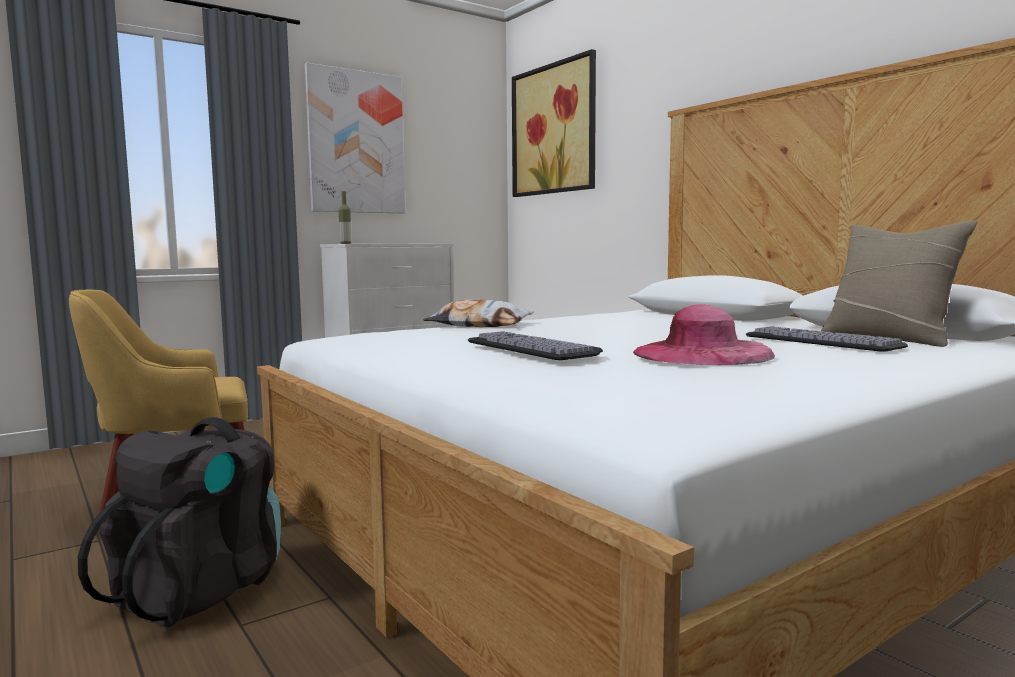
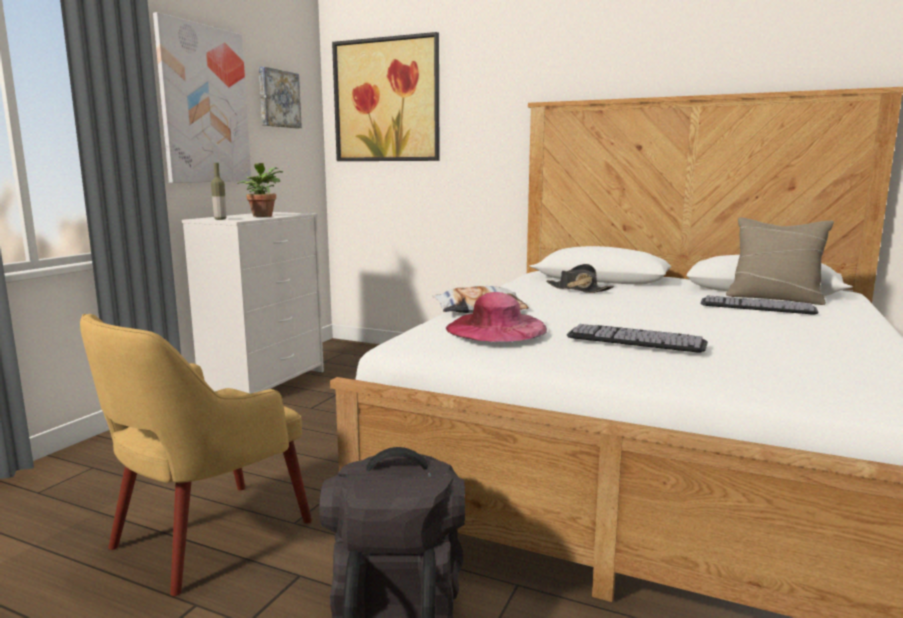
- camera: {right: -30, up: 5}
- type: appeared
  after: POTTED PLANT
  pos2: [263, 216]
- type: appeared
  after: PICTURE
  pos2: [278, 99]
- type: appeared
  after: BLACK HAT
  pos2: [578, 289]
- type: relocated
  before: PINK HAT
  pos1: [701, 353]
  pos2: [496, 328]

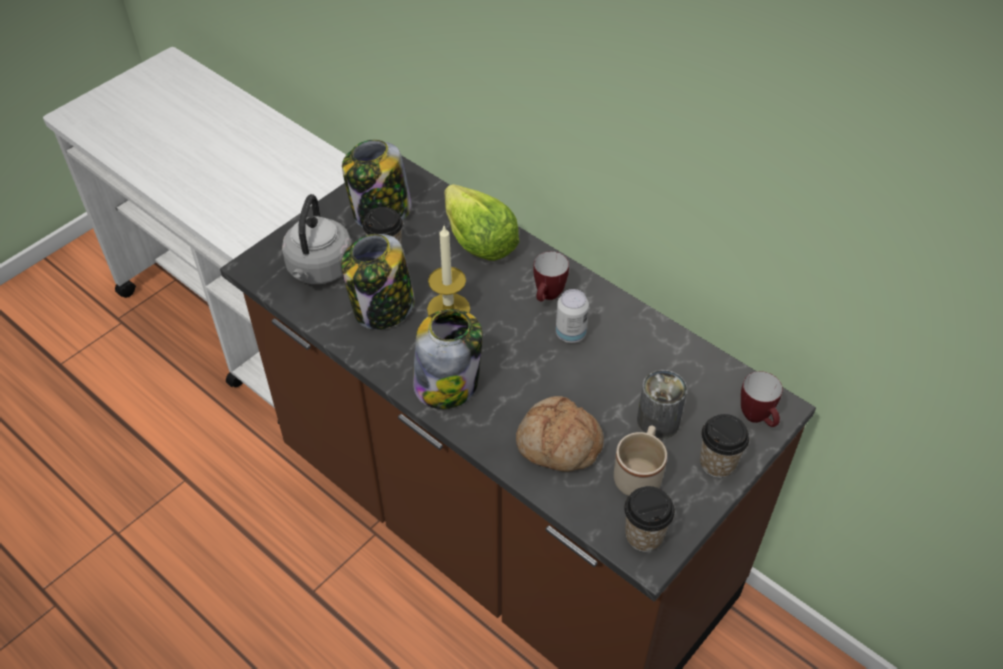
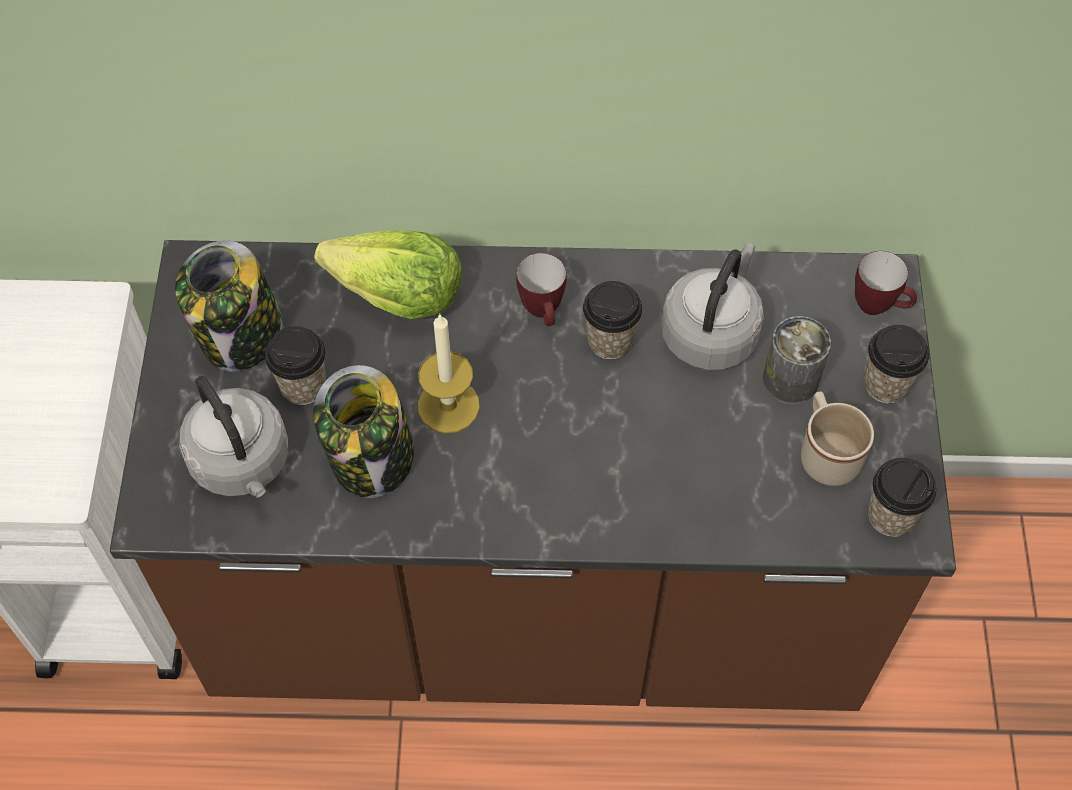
- camera: {right: -40, up: 10}
- type: missing
  before: JAR
  pos1: [447, 383]
- type: missing
  before: BREAD
  pos1: [558, 445]
- type: appeared
  after: GREY KETTLE
  pos2: [711, 332]
- type: exchanged
  before: CAN
  after: CUP
  pos1: [570, 334]
  pos2: [610, 341]

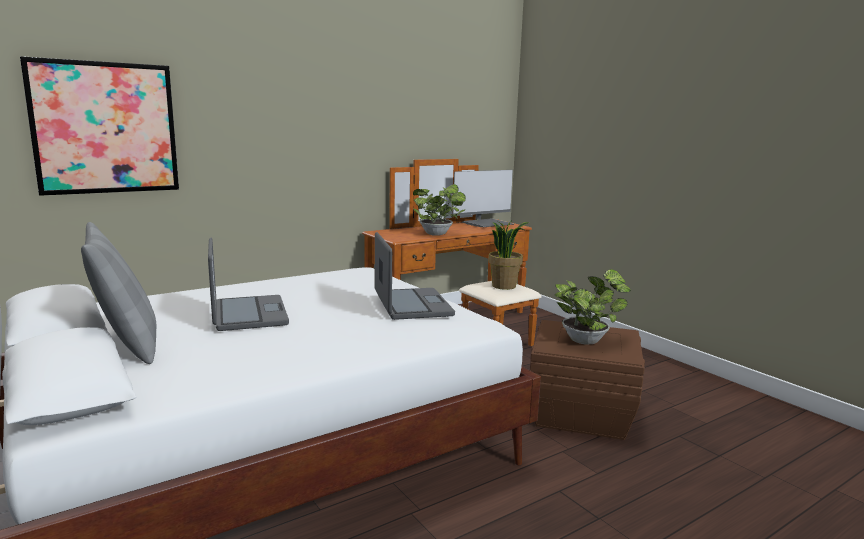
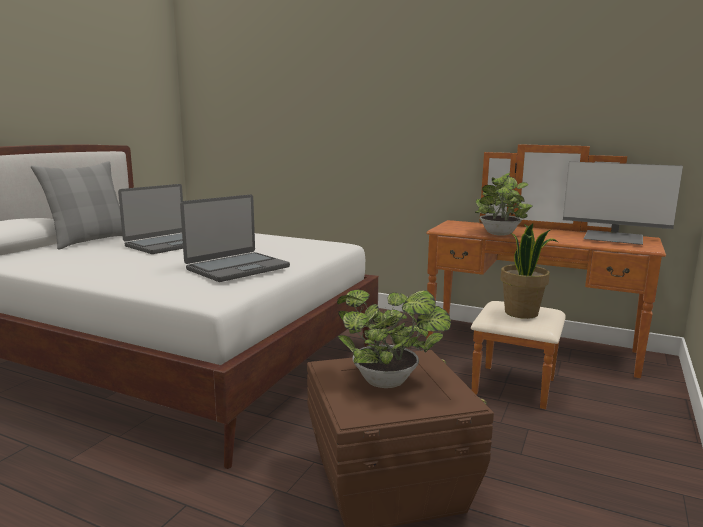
- camera: {right: 60, up: 0}
- type: missing
  before: PICTURE
  pos1: [105, 128]

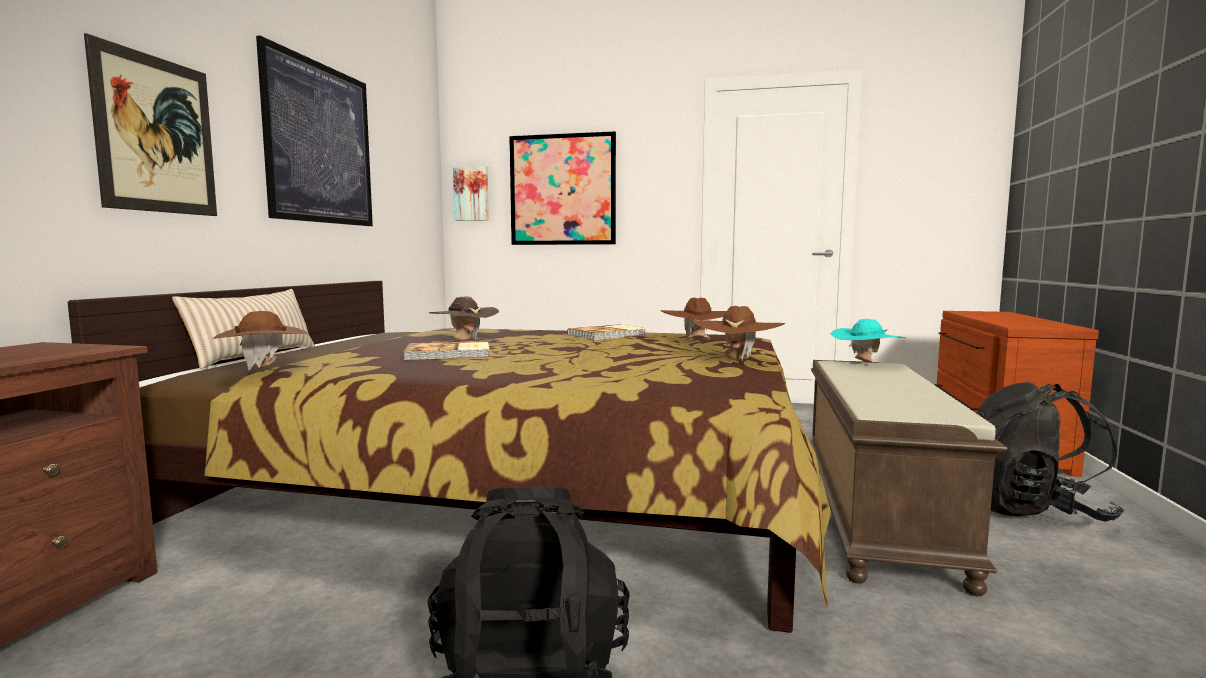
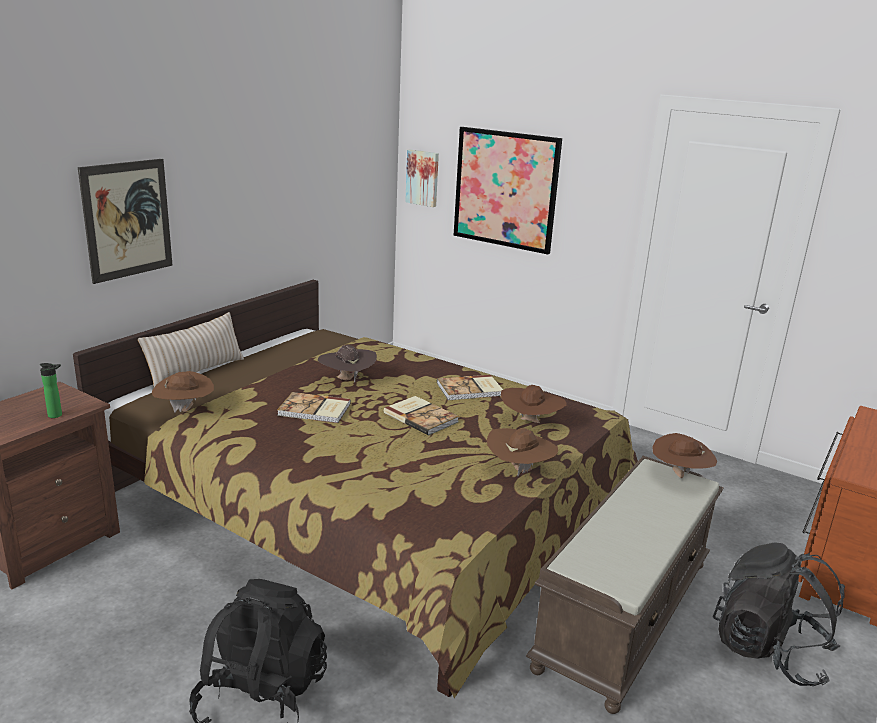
- camera: {right: 20, up: 15}
- type: missing
  before: PICTURE
  pos1: [320, 144]
- type: appeared
  after: BOTTLE
  pos2: [57, 415]
- type: appeared
  after: BOOK
  pos2: [421, 417]
- type: colour
  before: TURQUOISE HAT
  after: BROWN HAT
  pos1: [865, 363]
  pos2: [679, 476]

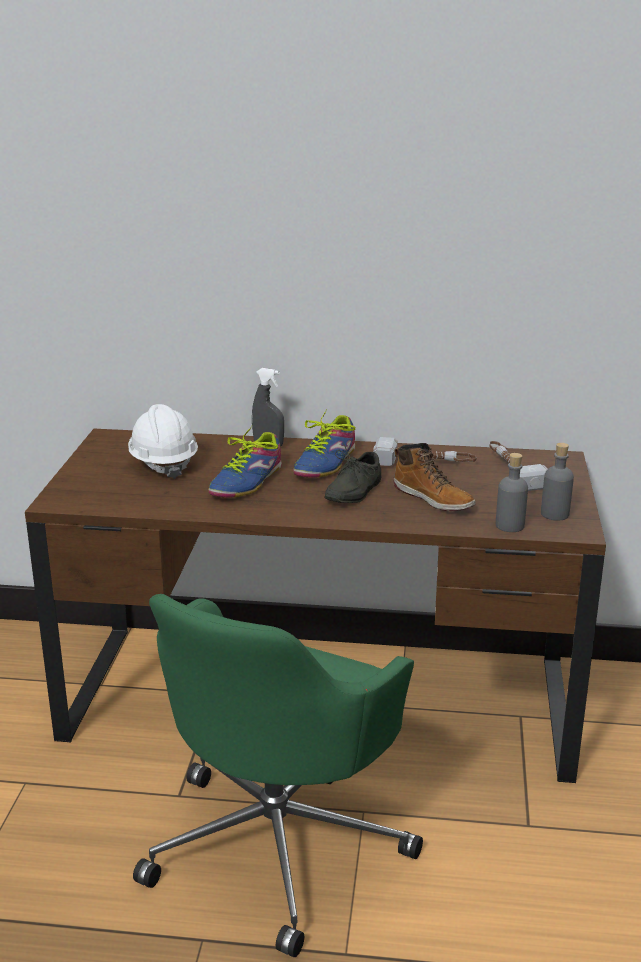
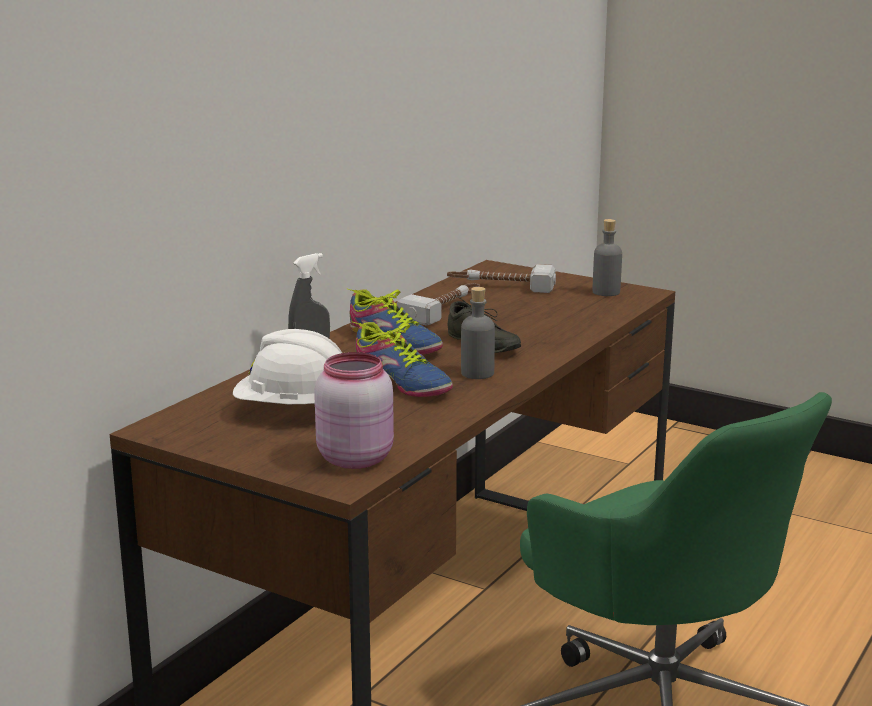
- camera: {right: -65, up: -5}
- type: missing
  before: BOOT
  pos1: [433, 498]
- type: appeared
  after: PINK JAR
  pos2: [355, 457]
- type: relocated
  before: GREY BOTTLE
  pos1: [510, 525]
  pos2: [477, 373]

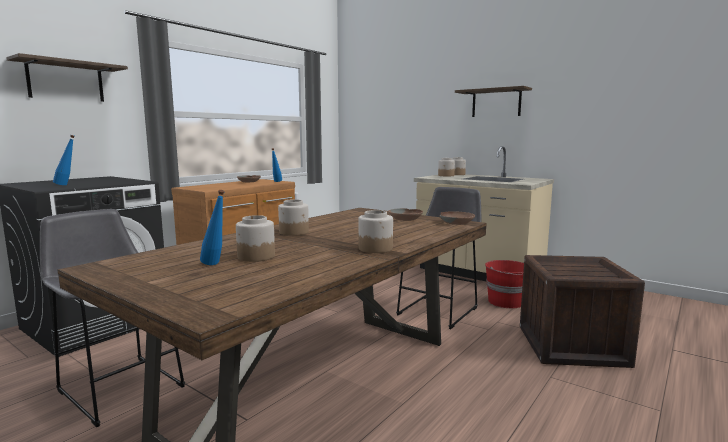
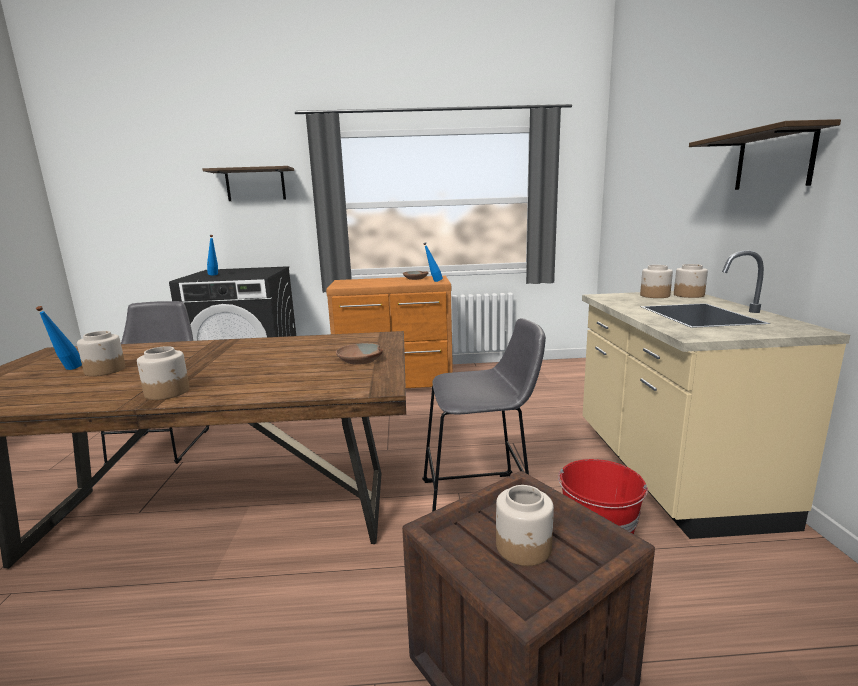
- camera: {right: 50, up: 5}
- type: missing
  before: BROWN BOWL
  pos1: [456, 222]
- type: relocated
  before: JAR
  pos1: [294, 232]
  pos2: [524, 547]

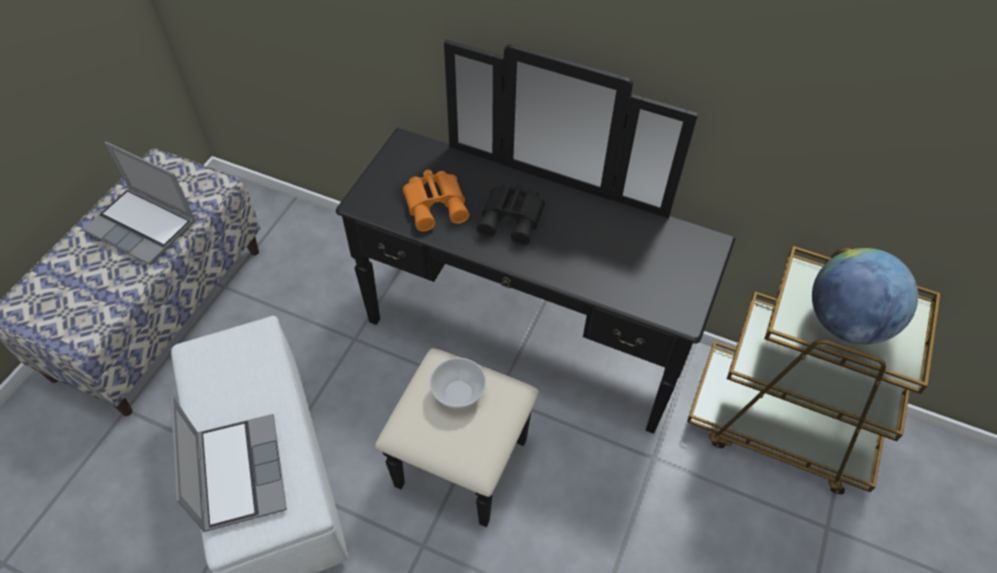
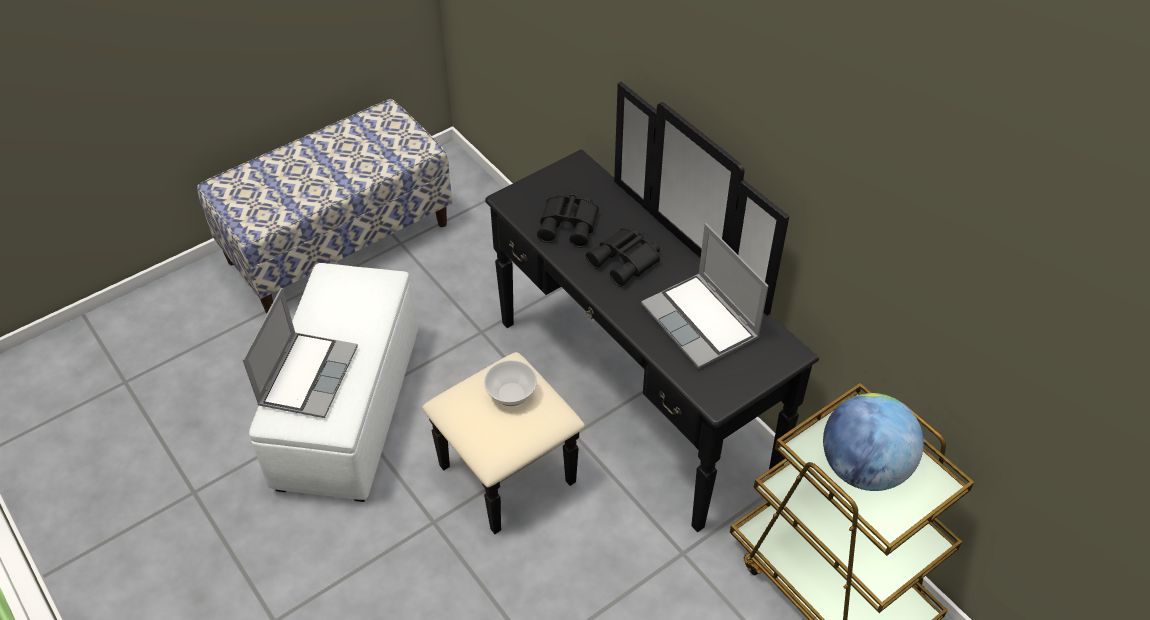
- camera: {right: 30, up: -5}
- type: relocated
  before: LAPTOP
  pos1: [144, 226]
  pos2: [702, 322]
- type: colour
  before: ORANGE BINOCULARS
  after: BLACK BINOCULARS
  pos1: [436, 204]
  pos2: [570, 224]

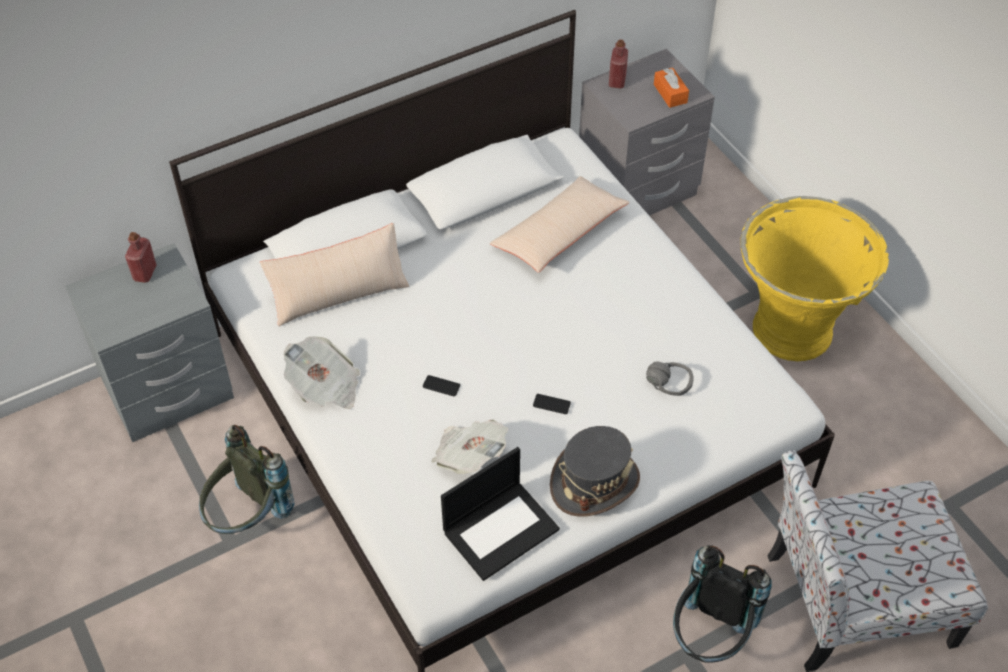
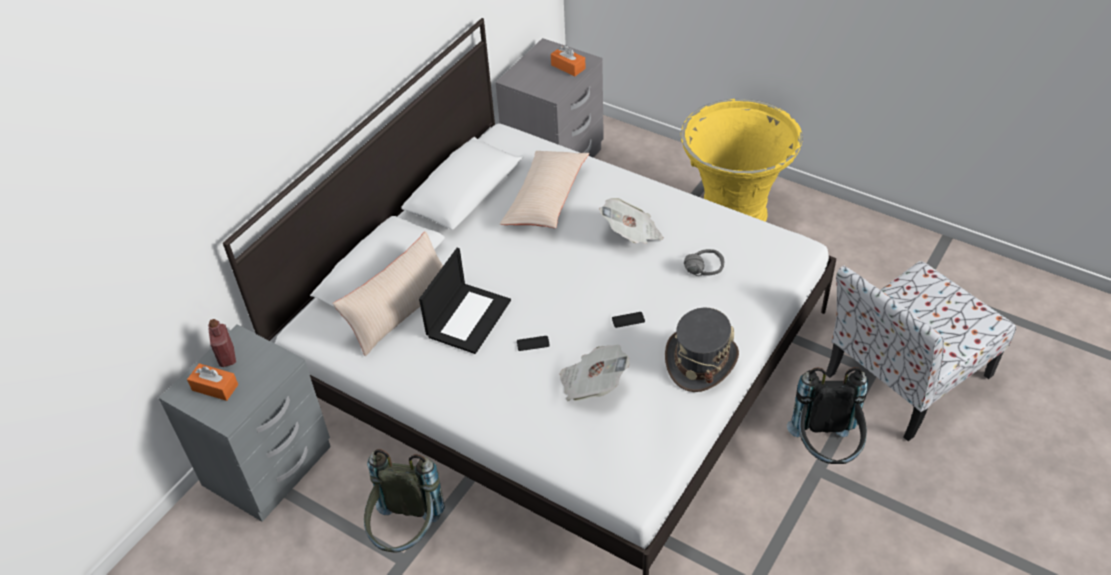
- camera: {right: -25, up: -5}
- type: missing
  before: RED BOTTLE
  pos1: [617, 81]
- type: appeared
  after: ORANGE TISSUE BOX
  pos2: [215, 387]
- type: relocated
  before: NEWSPAPER
  pos1: [325, 386]
  pos2: [632, 234]
- type: relocated
  before: LAPTOP
  pos1: [501, 529]
  pos2: [468, 317]

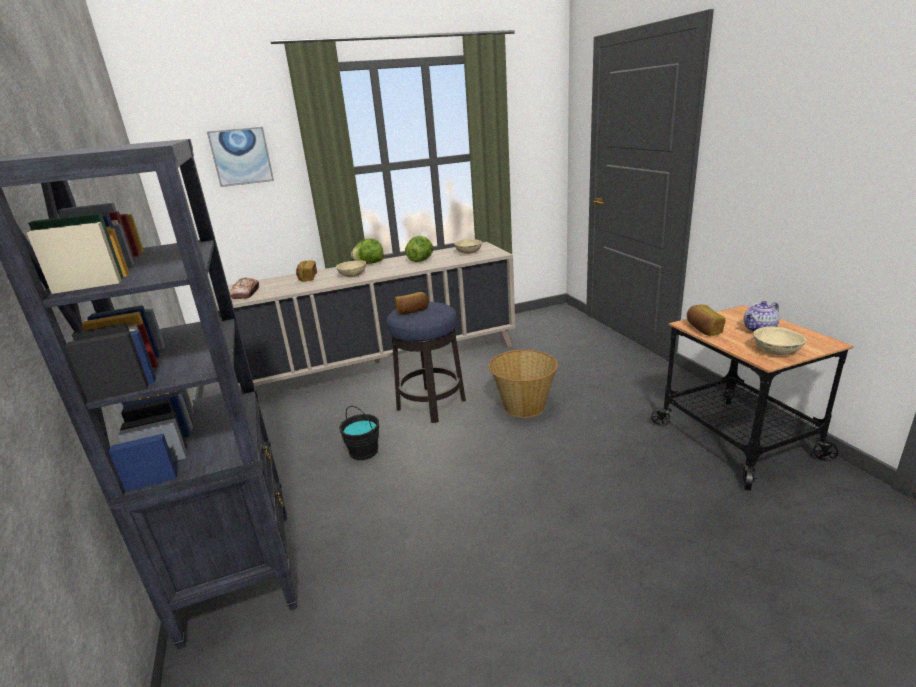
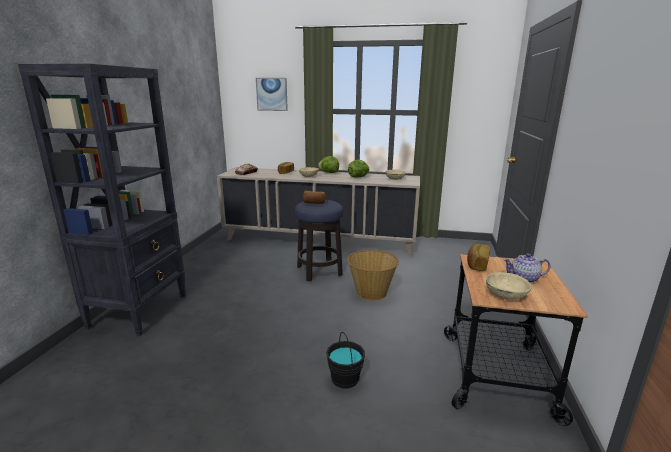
- camera: {right: 30, up: -5}
- type: relocated
  before: BLACK BUCKET
  pos1: [363, 451]
  pos2: [344, 378]

